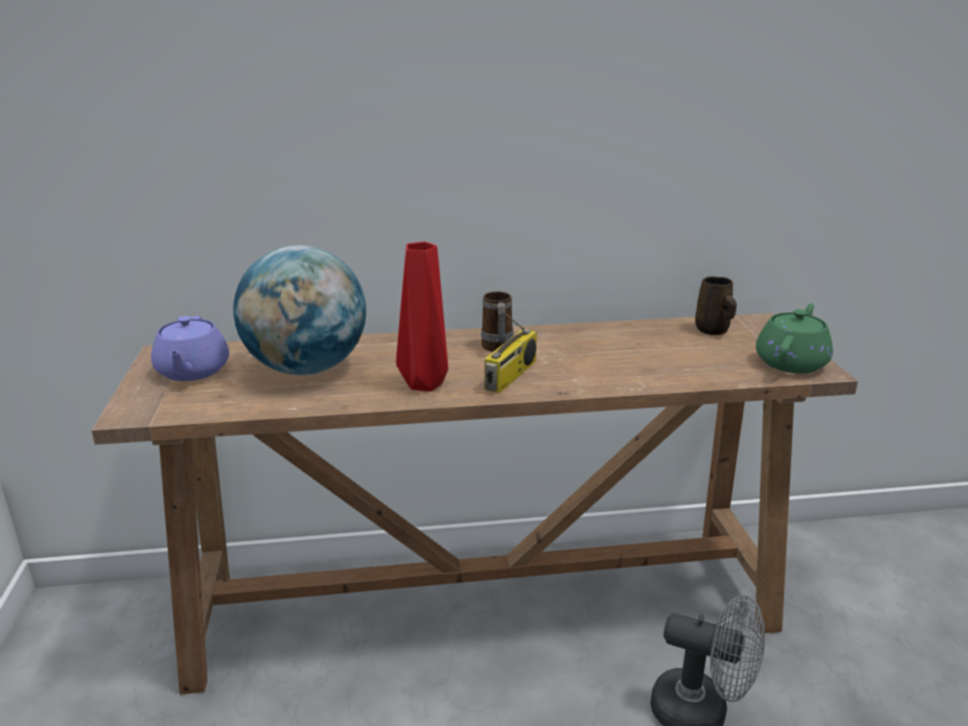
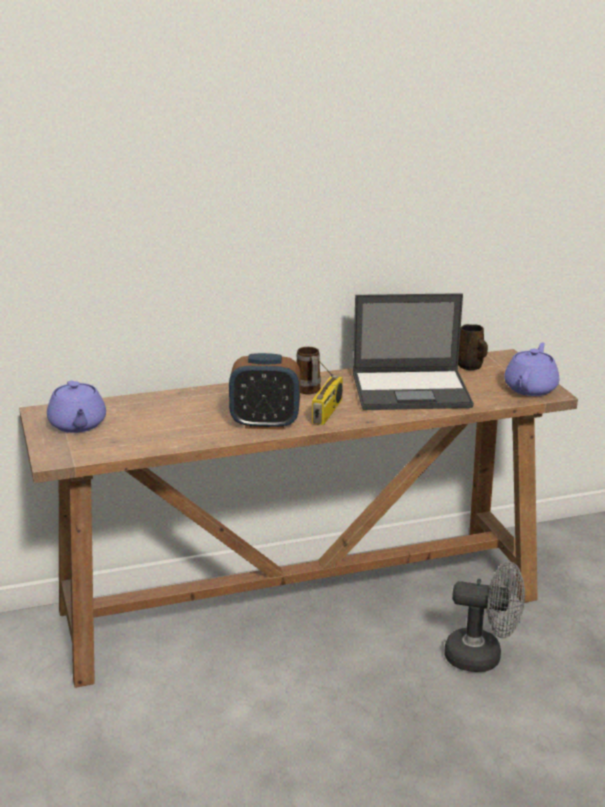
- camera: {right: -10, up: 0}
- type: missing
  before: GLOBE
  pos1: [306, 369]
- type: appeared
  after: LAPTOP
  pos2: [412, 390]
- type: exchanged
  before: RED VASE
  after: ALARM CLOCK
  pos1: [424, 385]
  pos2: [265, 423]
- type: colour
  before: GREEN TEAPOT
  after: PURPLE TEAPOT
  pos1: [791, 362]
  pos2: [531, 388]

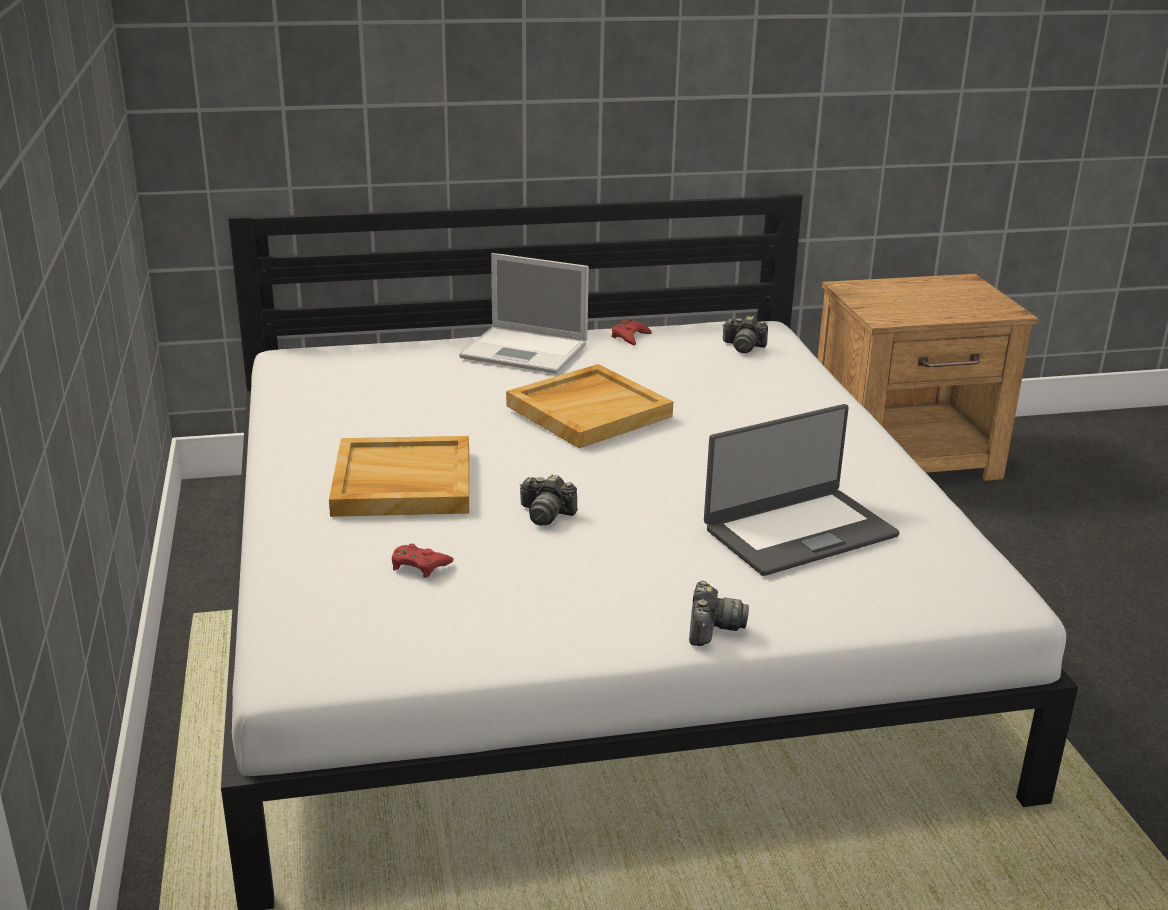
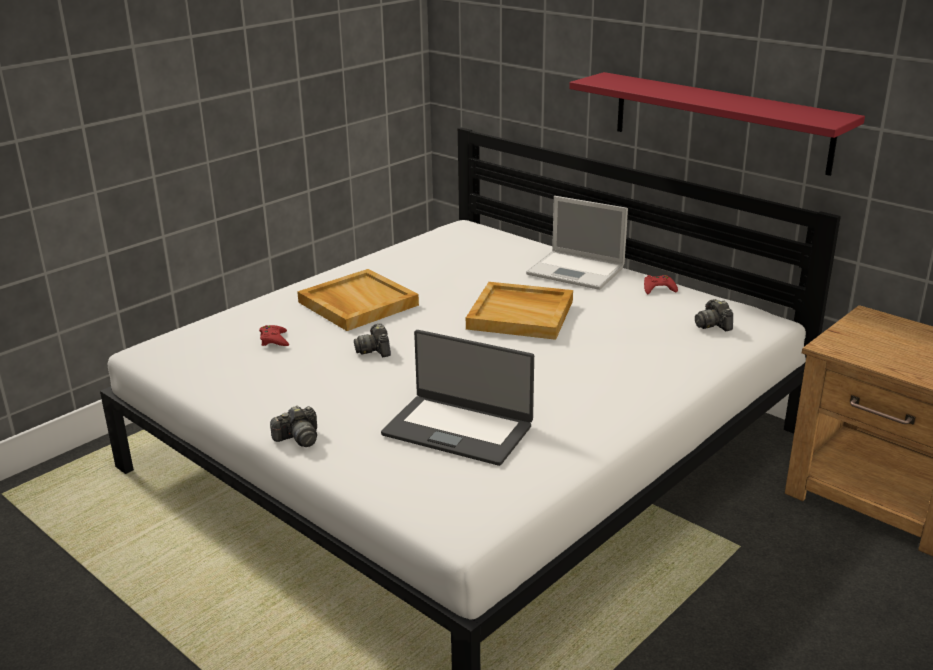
- camera: {right: 55, up: 0}
- type: appeared
  after: RED SHELF
  pos2: [720, 122]
- type: spun
  before: LAPTOP
  pos1: [526, 351]
  pos2: [577, 271]
  turn: -45

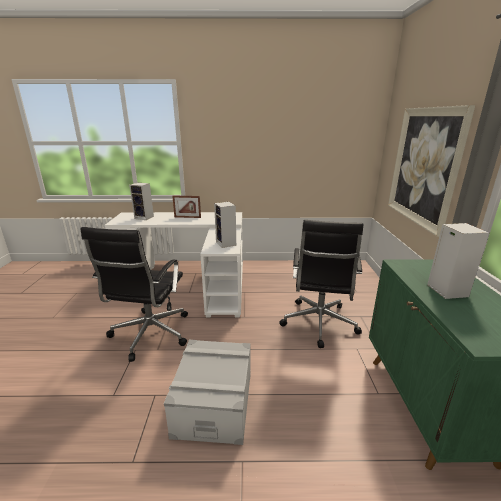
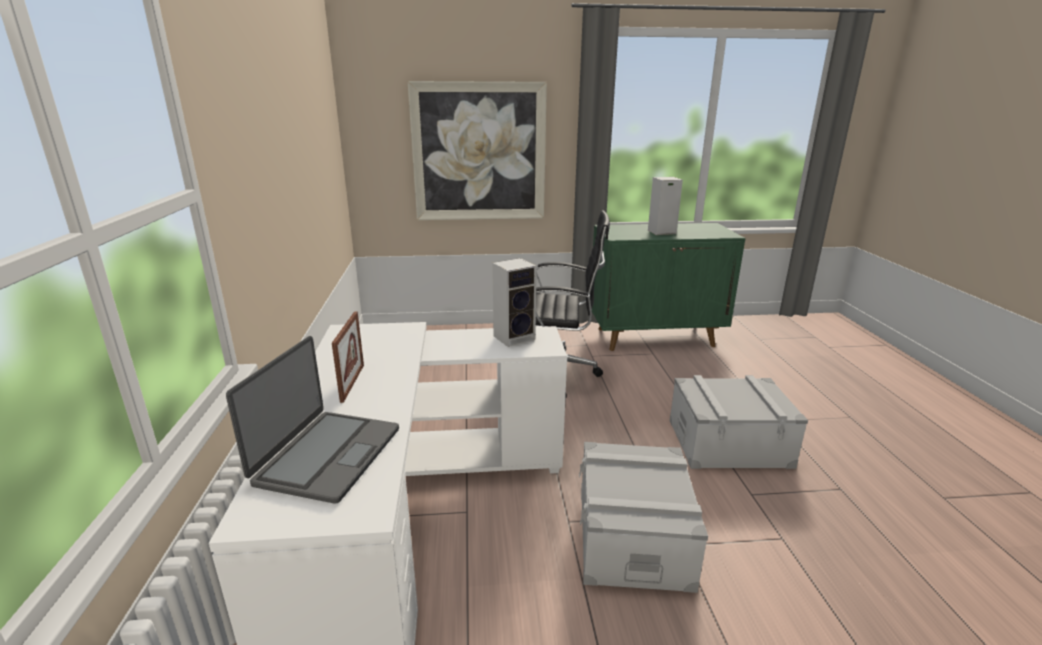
- camera: {right: -95, up: 0}
- type: exchanged
  before: BLACK OFFICE CHAIR
  after: GREY STORAGE BOX
  pos1: [149, 335]
  pos2: [633, 537]
- type: exchanged
  before: SPEAKER
  after: LAPTOP
  pos1: [145, 217]
  pos2: [327, 455]

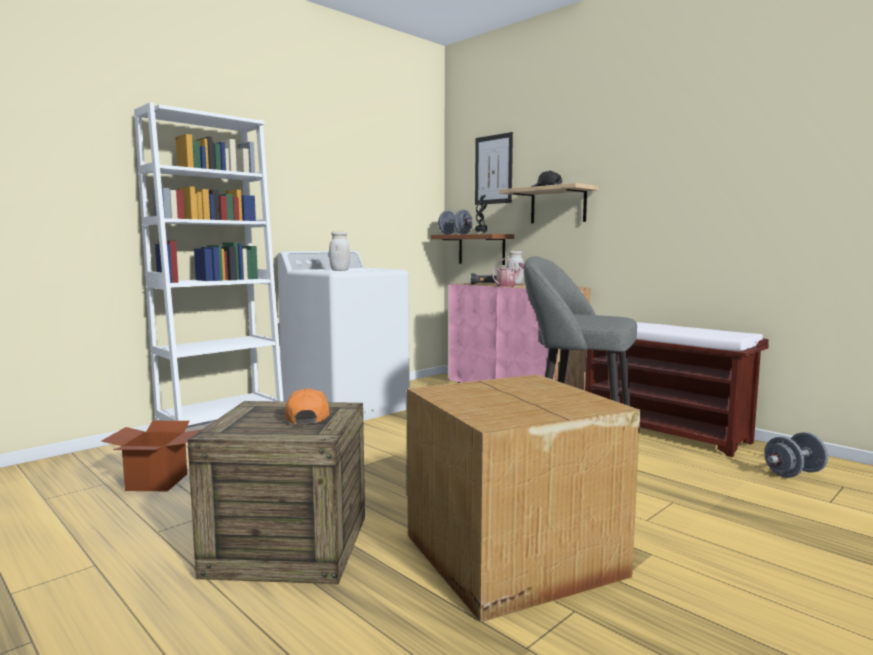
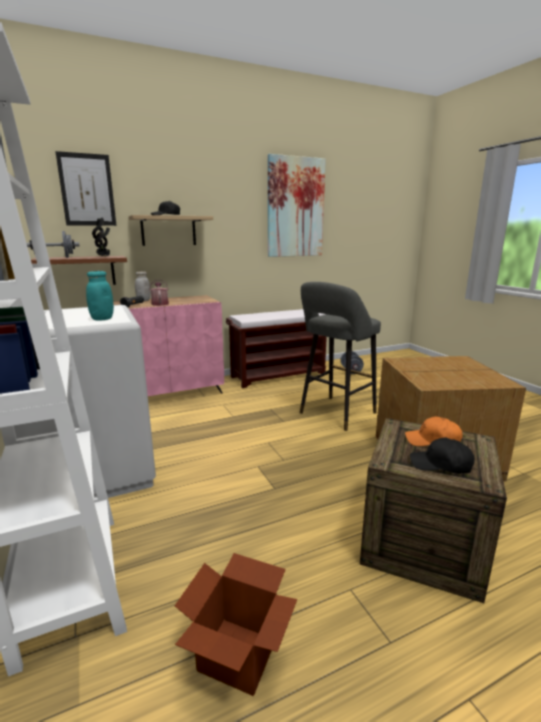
- camera: {right: -70, up: 10}
- type: appeared
  after: PICTURE
  pos2: [295, 208]
- type: appeared
  after: BLACK CAP
  pos2: [441, 464]
- type: colour
  before: WHITE JAR
  after: TURQUOISE JAR
  pos1: [339, 270]
  pos2: [102, 319]

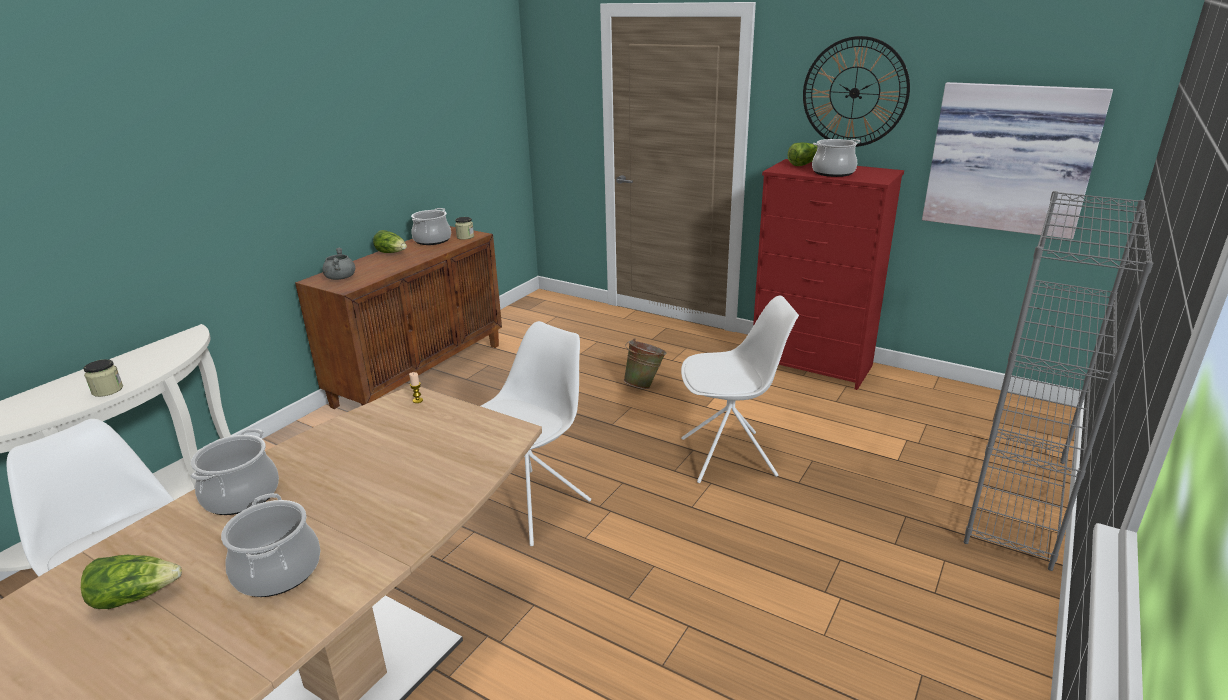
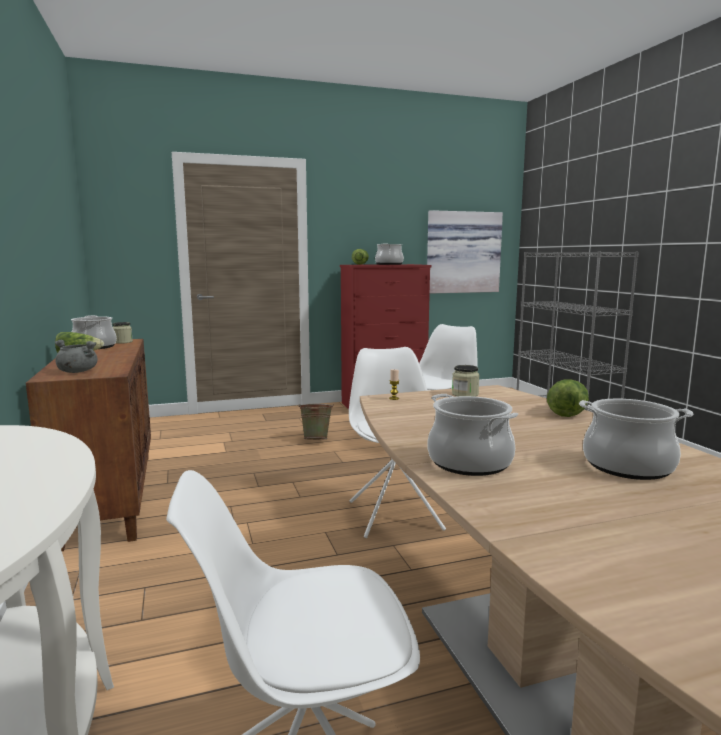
- camera: {right: -50, up: -15}
- type: missing
  before: WALL CLOCK
  pos1: [854, 93]
- type: relocated
  before: LETTUCE
  pos1: [136, 596]
  pos2: [567, 412]
- type: relocated
  before: JAR
  pos1: [107, 390]
  pos2: [465, 394]

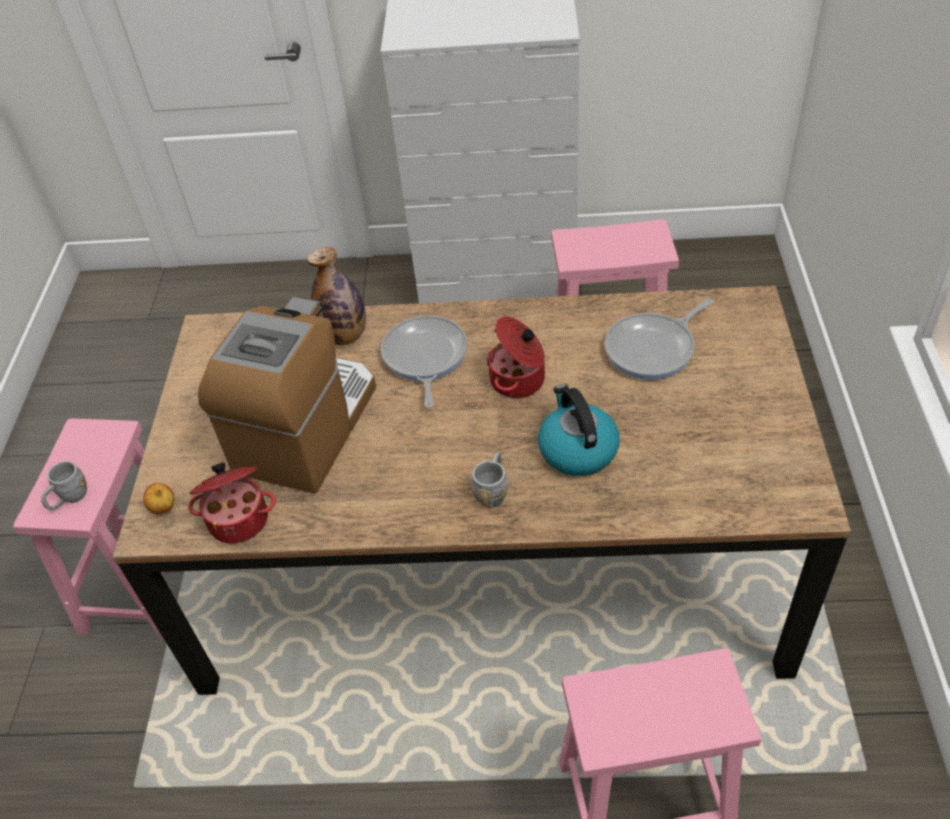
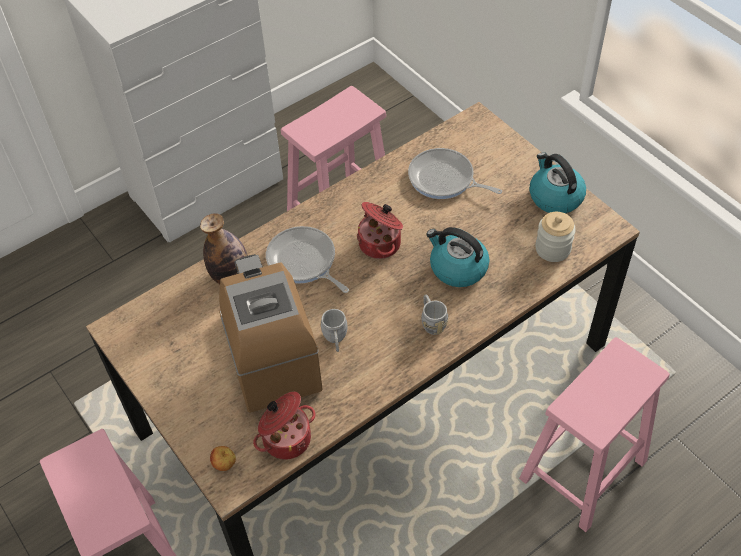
- camera: {right: -40, up: 5}
- type: appeared
  after: KETTLE
  pos2: [554, 197]
- type: appeared
  after: JAR
  pos2: [552, 249]
- type: relocated
  before: GREY MUG
  pos1: [69, 499]
  pos2: [335, 340]
- type: spun
  before: FRYING PAN
  pos1: [653, 349]
  pos2: [444, 179]
  turn: 105

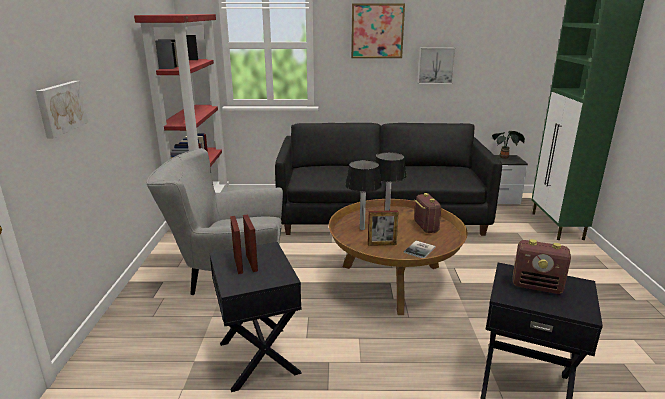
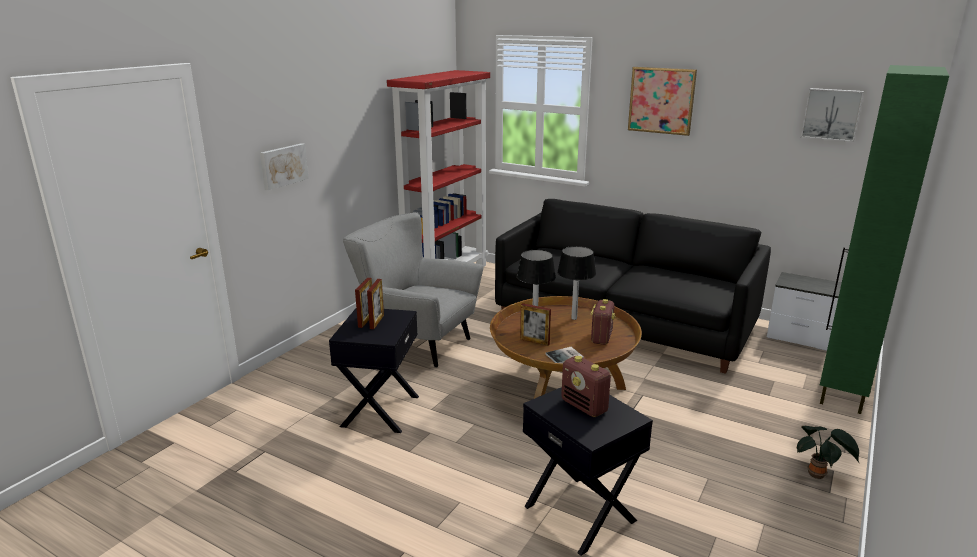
- camera: {right: 30, up: 0}
- type: relocated
  before: PICTURE
  pos1: [435, 65]
  pos2: [831, 114]
- type: relocated
  before: POTTED PLANT
  pos1: [505, 157]
  pos2: [818, 475]

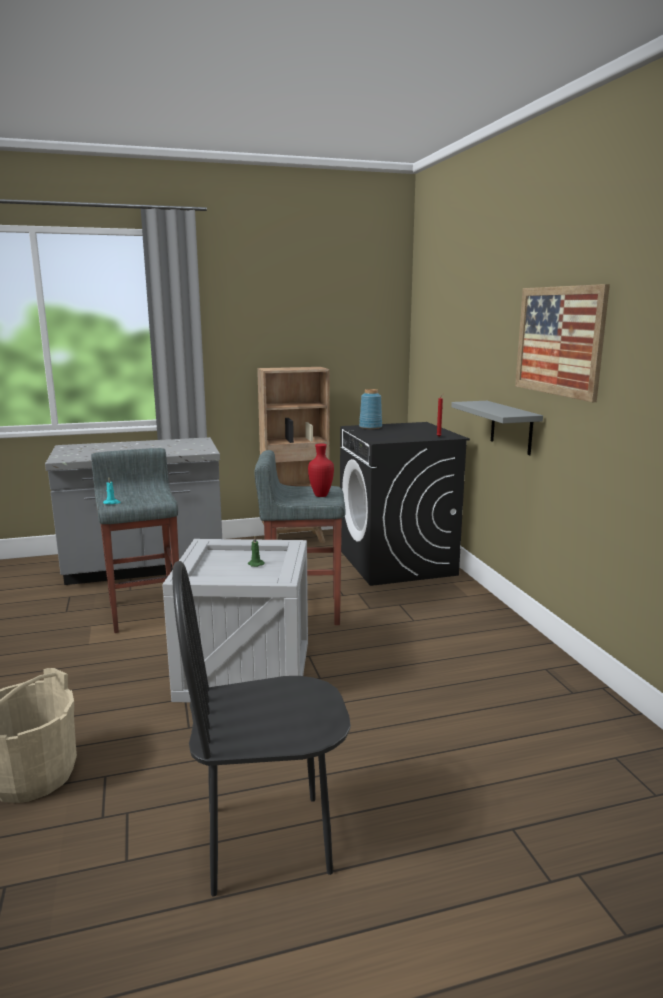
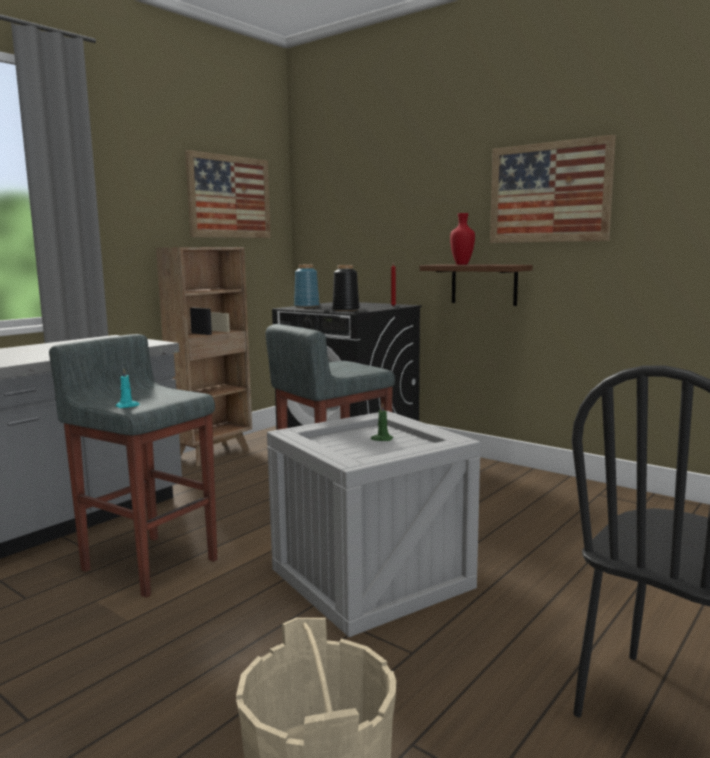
- camera: {right: -35, up: -5}
- type: appeared
  after: PICTURE
  pos2: [229, 197]
- type: appeared
  after: BLACK VASE
  pos2: [345, 310]
- type: relocated
  before: RED VASE
  pos1: [322, 495]
  pos2: [462, 264]
- type: colour
  before: GREY SHELF
  after: BROWN SHELF
  pos1: [511, 427]
  pos2: [484, 284]

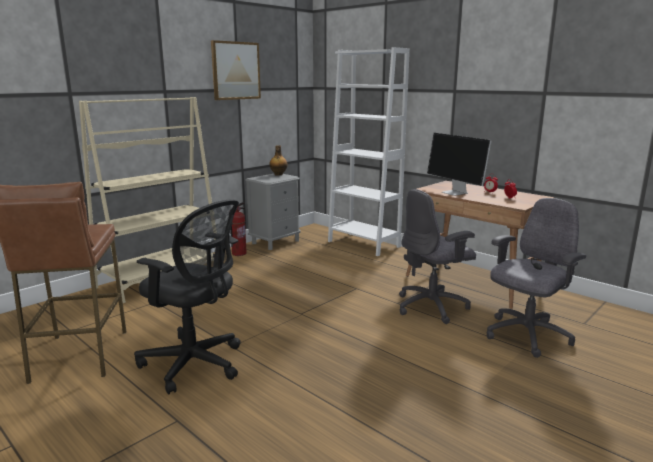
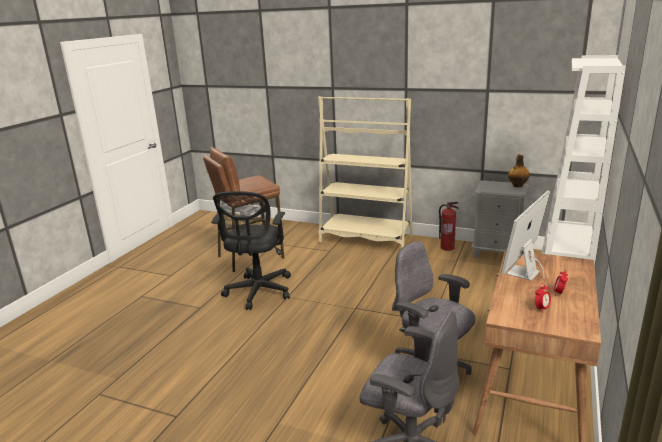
- camera: {right: 70, up: 5}
- type: missing
  before: PICTURE
  pos1: [235, 70]

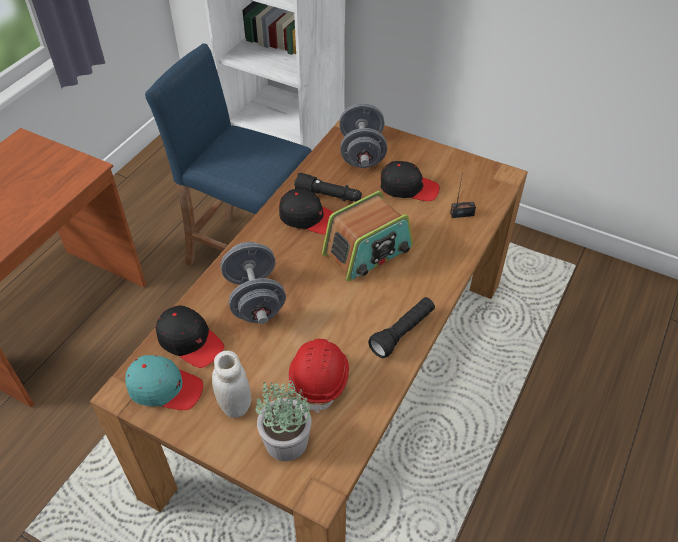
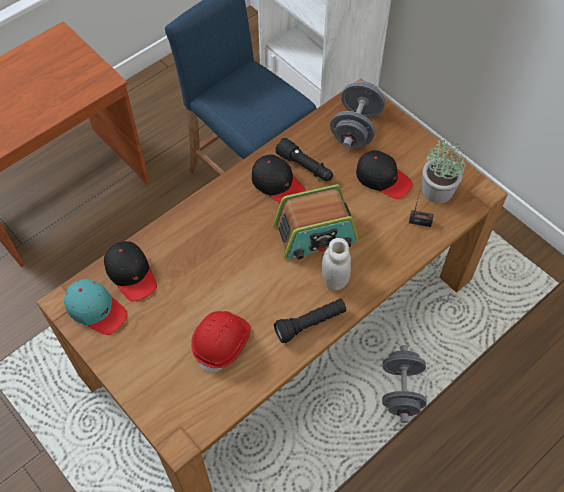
- camera: {right: 20, up: 10}
- type: relocated
  before: WHITE JAR
  pos1: [235, 405]
  pos2: [334, 280]
- type: relocated
  before: GREY DUMBBELL
  pos1: [255, 299]
  pos2: [401, 391]
- type: relocated
  before: POTTED PLANT
  pos1: [285, 442]
  pos2: [436, 190]

